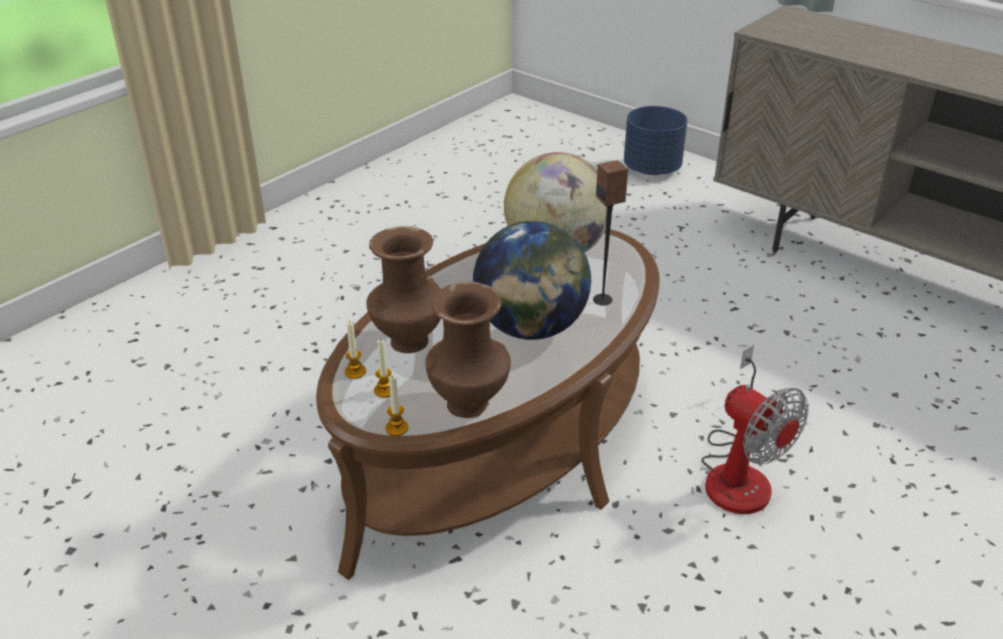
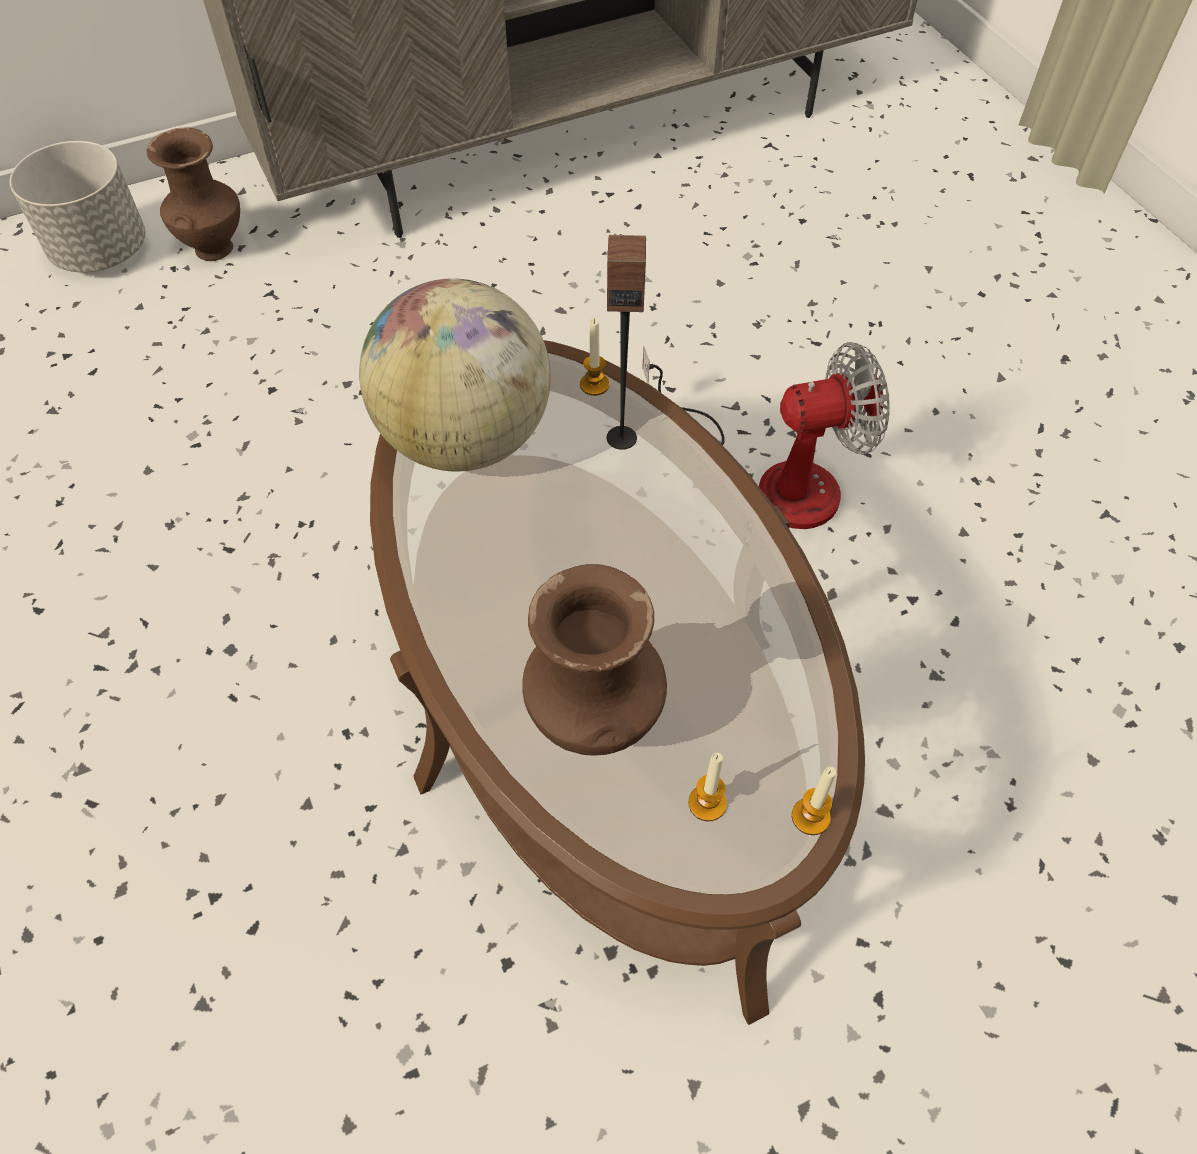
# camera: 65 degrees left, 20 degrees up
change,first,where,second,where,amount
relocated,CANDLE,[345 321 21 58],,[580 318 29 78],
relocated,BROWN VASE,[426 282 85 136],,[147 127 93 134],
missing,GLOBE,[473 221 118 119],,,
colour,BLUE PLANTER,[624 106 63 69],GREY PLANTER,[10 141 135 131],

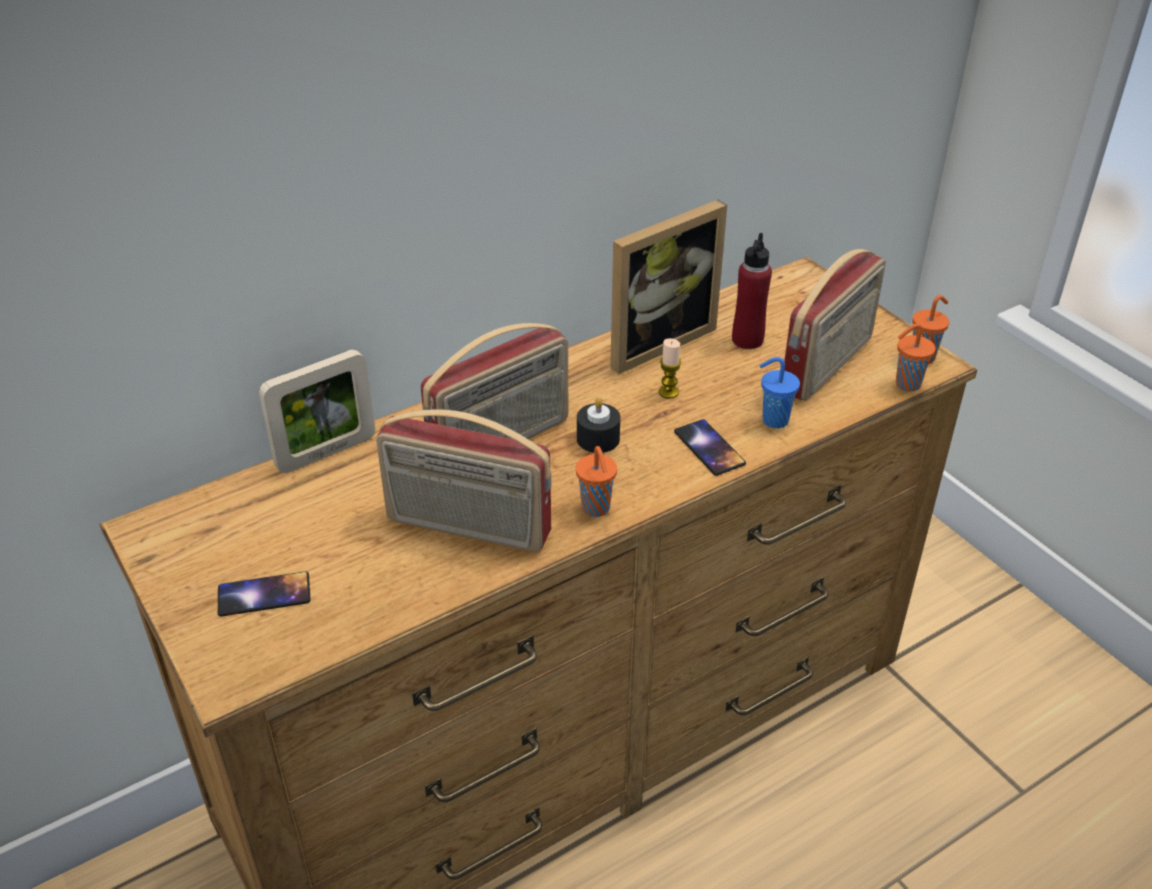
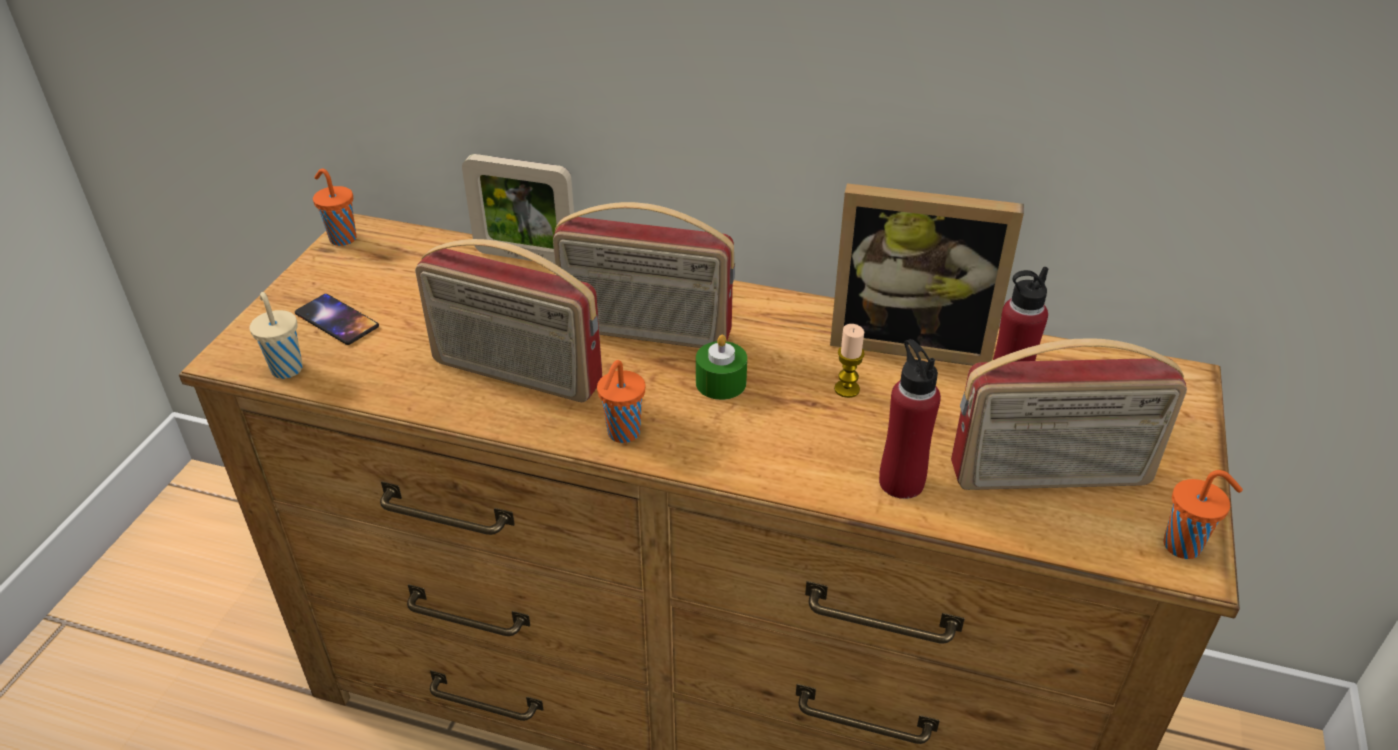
# camera: 50 degrees right, 0 degrees up
change,first,where,second,where,amount
spun,RADIO,[376 409 175 143],,[415 239 187 163],45 degrees counterclockwise
colour,BLACK CANDLE,[577 397 43 56],GREEN CANDLE,[696 335 51 65],
missing,PHONE,[674 419 72 57],,,
exchanged,BLUE CUP,[760 357 40 71],RED BOTTLE,[879 339 62 160],
relocated,ORANGE CUP,[896 323 39 69],,[313 169 43 77],
appeared,,,BEIGE CUP,[250 292 53 87],

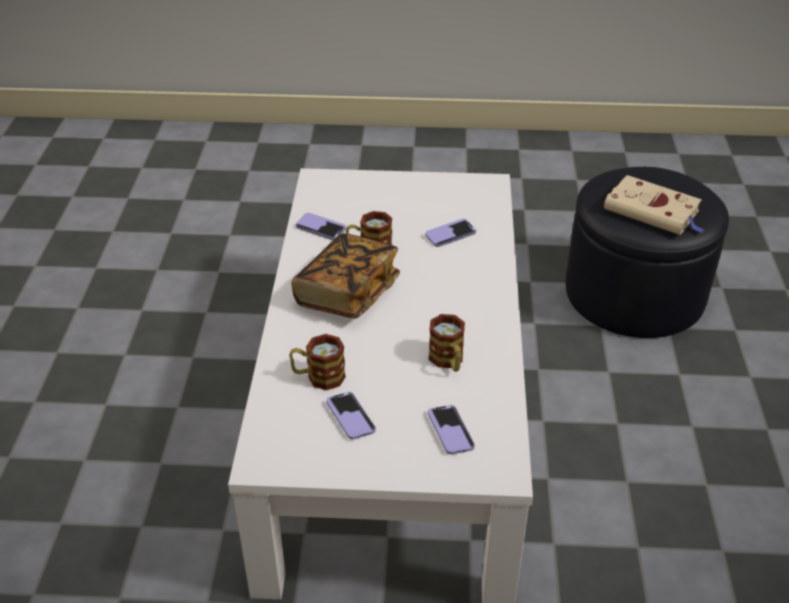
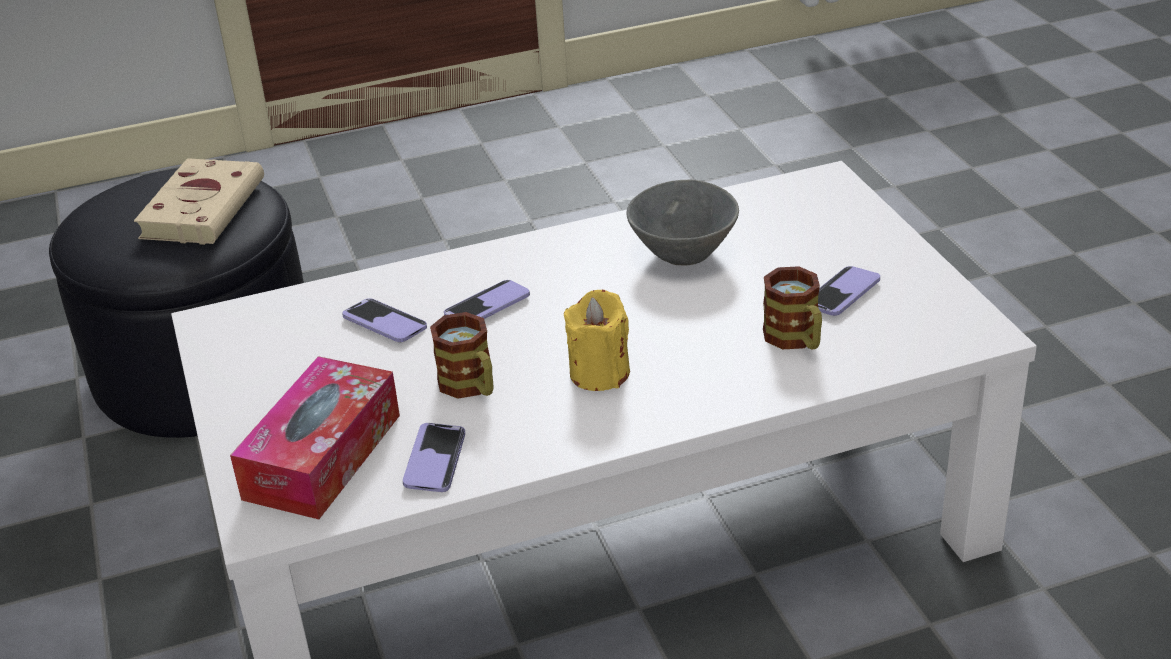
# camera: 110 degrees left, 5 degrees down
change,first,where,second,where,amount
exchanged,BOOK,[291 233 109 86],YELLOW CANDLE,[564 290 66 101],
relocated,PHONE,[428 405 47 49],,[444 280 86 39],
exchanged,MUG,[429 314 36 57],GREY BOWL,[627 180 112 86],
appeared,,,TISSUE BOX,[230 356 170 163],

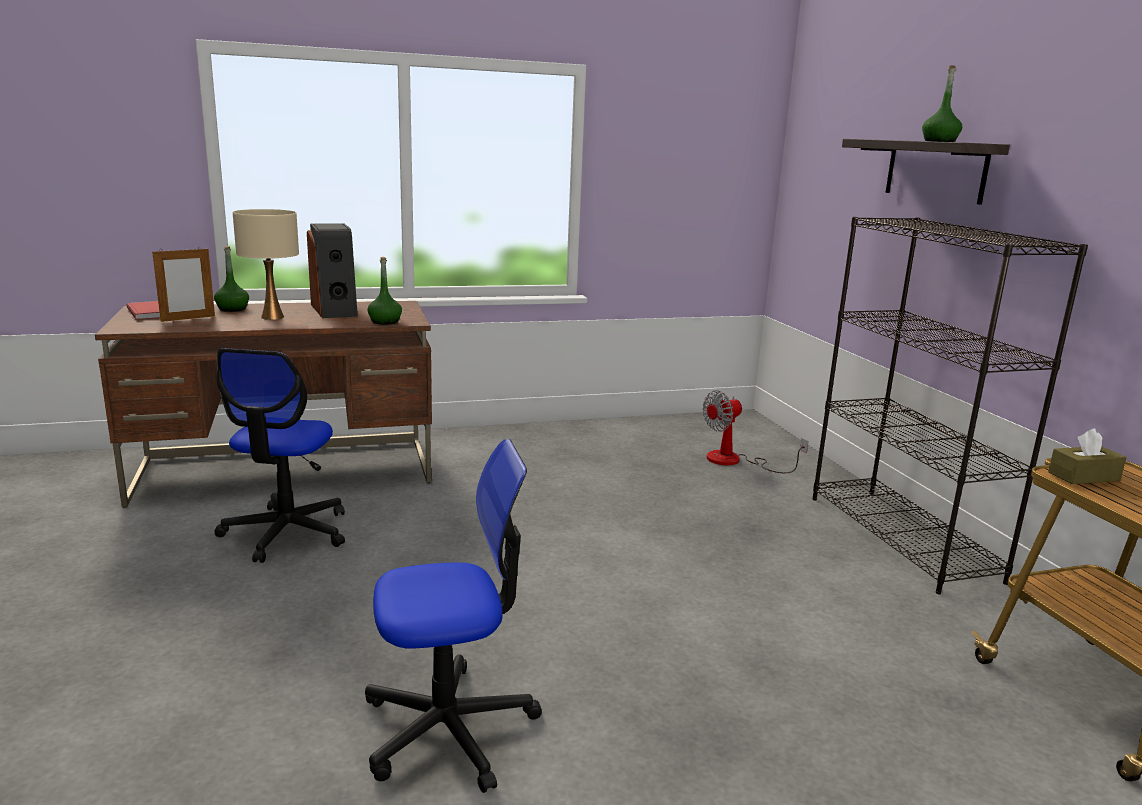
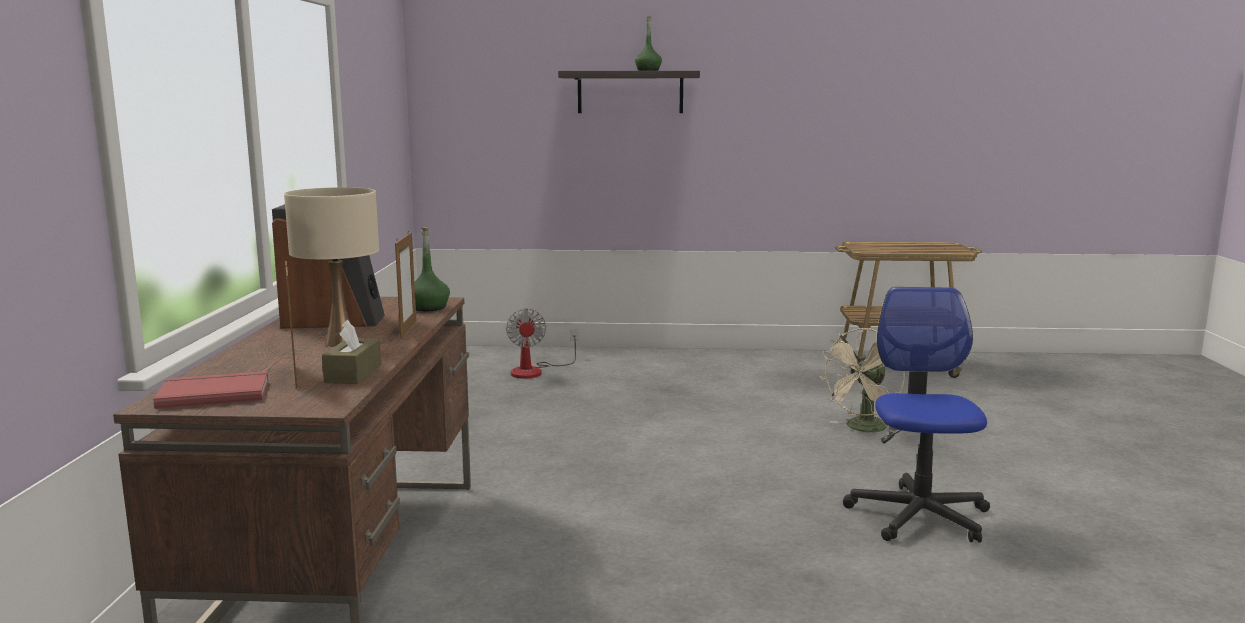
# camera: 70 degrees left, 5 degrees down
change,first,where,second,where,amount
missing,GREEN BOTTLE,[214 246 35 66],,,
missing,OFFICE CHAIR,[214 348 131 215],,,
missing,BLACK BOOKCASE,[812 217 276 377],,,
relocated,BROWN TISSUE BOX,[1048 429 78 55],,[322 320 59 64],
appeared,,,PICTURE FRAME,[395 231 21 107],
appeared,,,BEIGE FAN,[819 328 86 108],

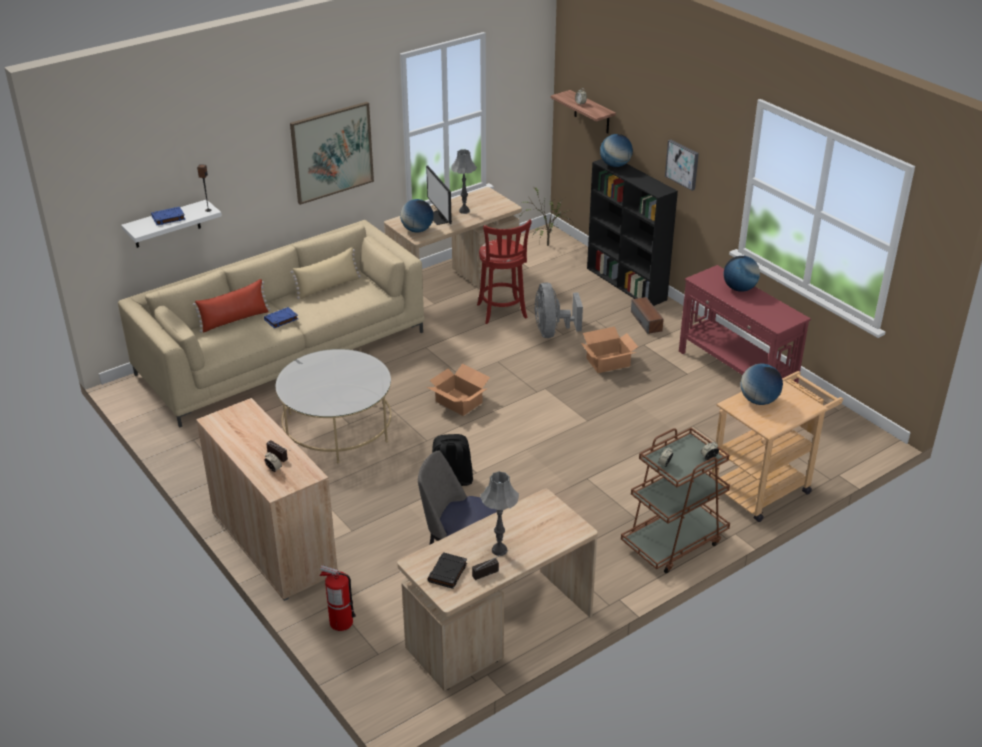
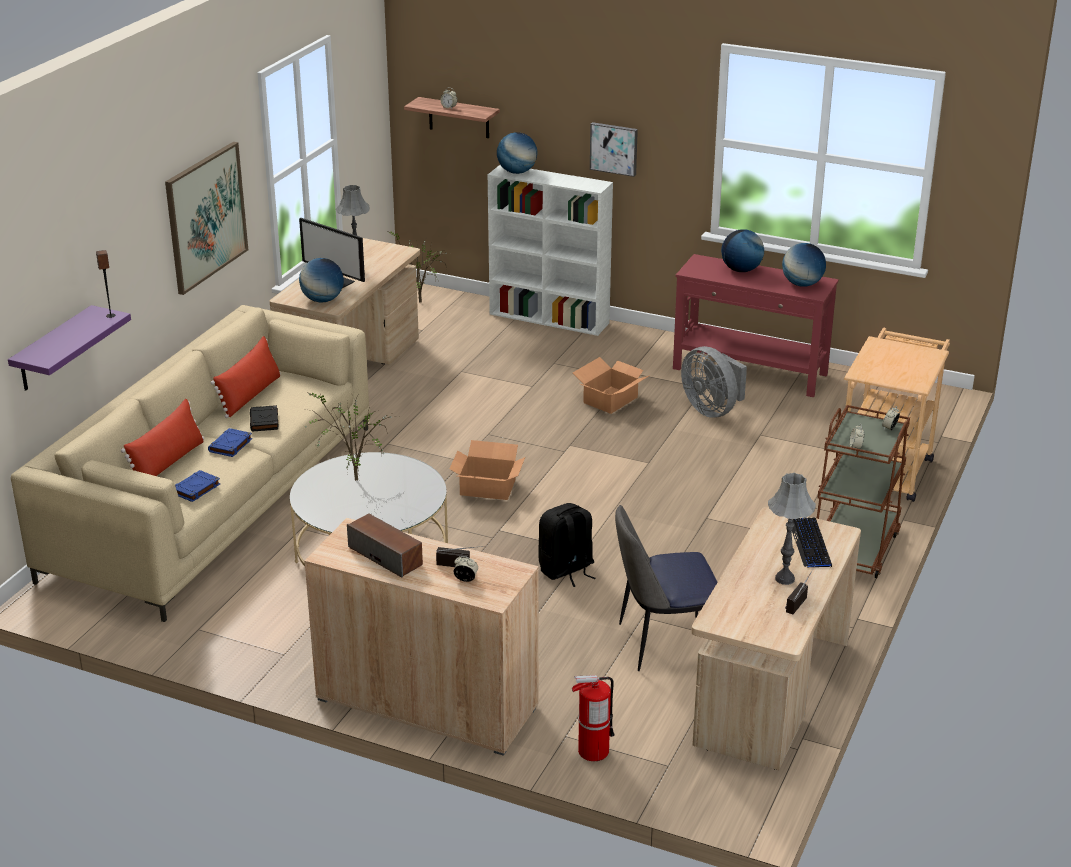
# camera: 30 degrees left, 5 degrees down
change,first,where,second,where,amount
colour,WHITE SHELF,[121 200 101 48],PURPLE SHELF,[8 305 123 86],
relocated,BLUE BOOK,[151 207 34 18],,[175 470 45 32],
colour,BEIGE PILLOW,[291 247 70 52],RED PILLOW,[211 336 69 82],
relocated,BLACK BOOK,[427 552 40 37],,[250 405 29 27],
missing,RED STOOL,[477 220 55 104],,,
relocated,GREY FAN,[535 282 48 56],,[681 346 66 72],
colour,BLACK BOOKCASE,[587 159 91 147],WHITE BOOKCASE,[488 165 125 171],
relocated,SPEAKER,[631 297 33 37],,[347 513 76 64],
relocated,GLOBE,[740 364 43 41],,[782 243 44 44],
appeared,,,POTTED PLANT,[305 392 89 89],
appeared,,,KEYBOARD,[792 517 40 50],

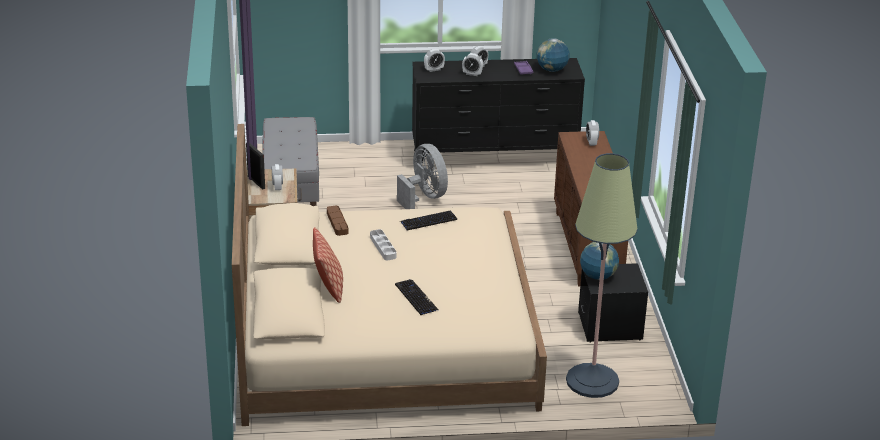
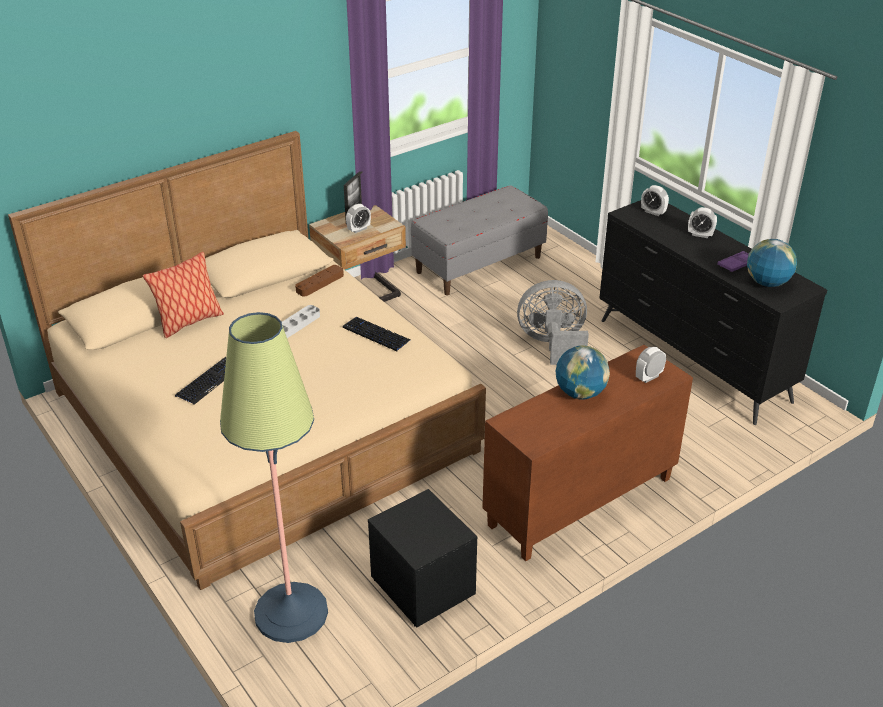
# camera: 60 degrees right, 5 degrees up
change,first,where,second,where,amount
spun,GREY FAN,[397 144 51 65],,[517 280 72 85],120 degrees counterclockwise
missing,ALARM CLOCK,[462 53 21 23],,,
relocated,GLOBE,[580 242 39 38],,[556 345 54 55],

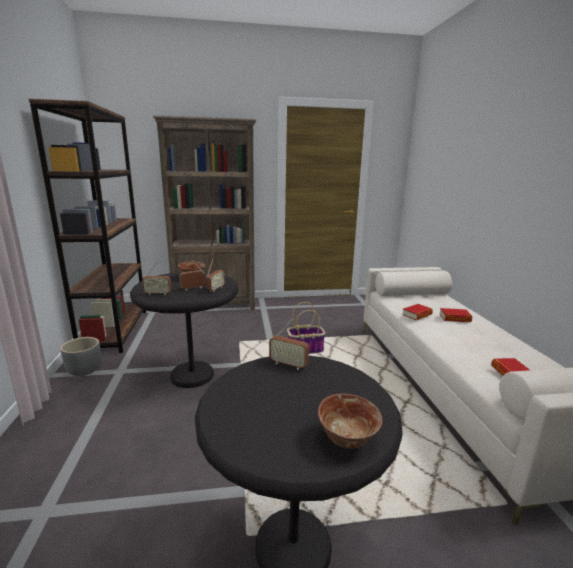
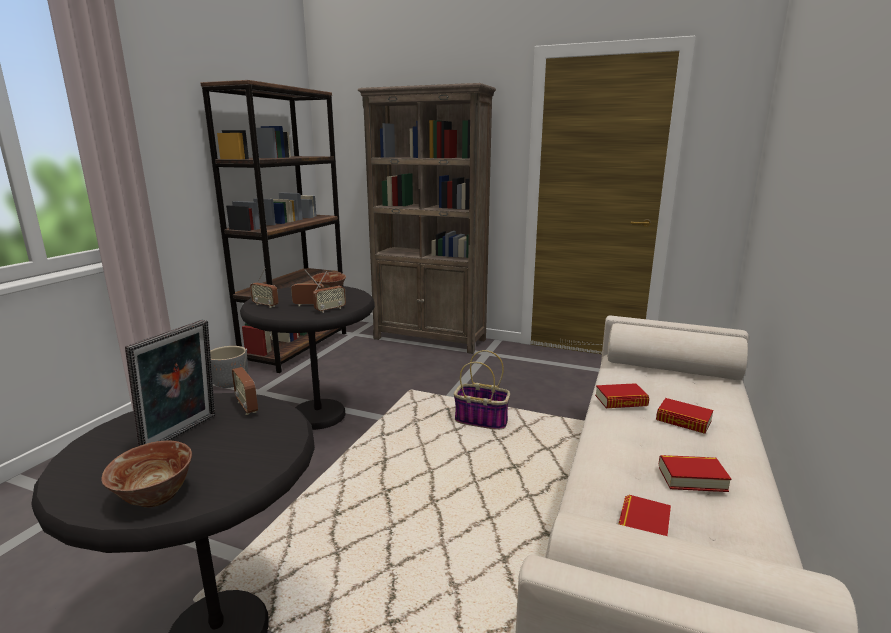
# camera: 30 degrees right, 0 degrees up
change,first,where,second,where,amount
appeared,,,PICTURE FRAME,[125 320 90 126],
appeared,,,BOOK,[659 455 72 37],

